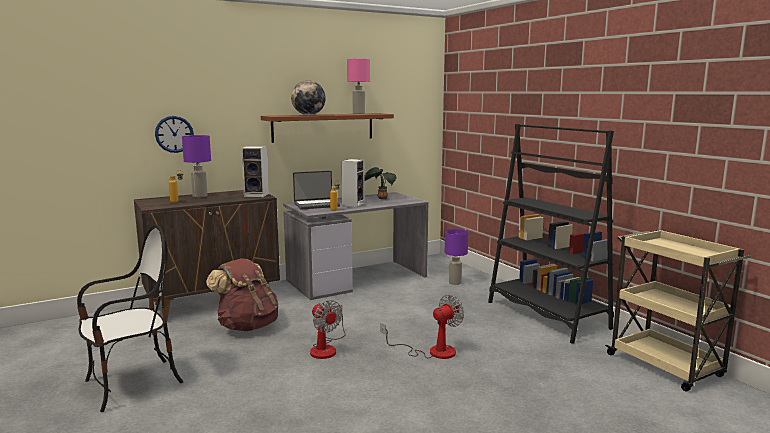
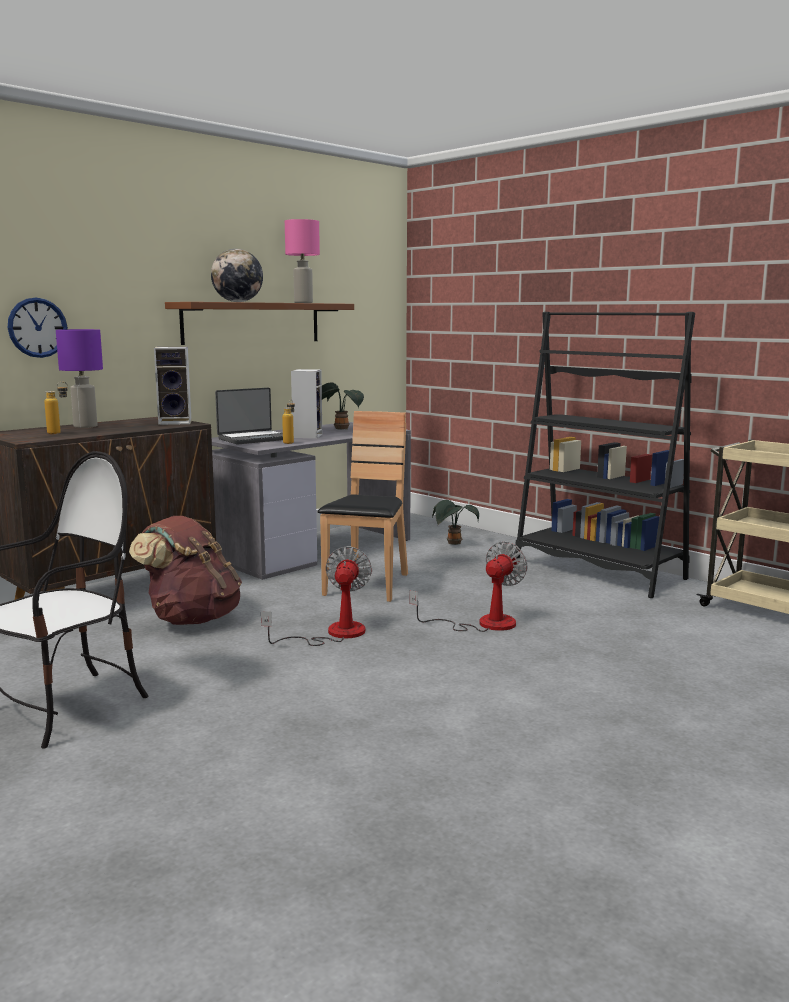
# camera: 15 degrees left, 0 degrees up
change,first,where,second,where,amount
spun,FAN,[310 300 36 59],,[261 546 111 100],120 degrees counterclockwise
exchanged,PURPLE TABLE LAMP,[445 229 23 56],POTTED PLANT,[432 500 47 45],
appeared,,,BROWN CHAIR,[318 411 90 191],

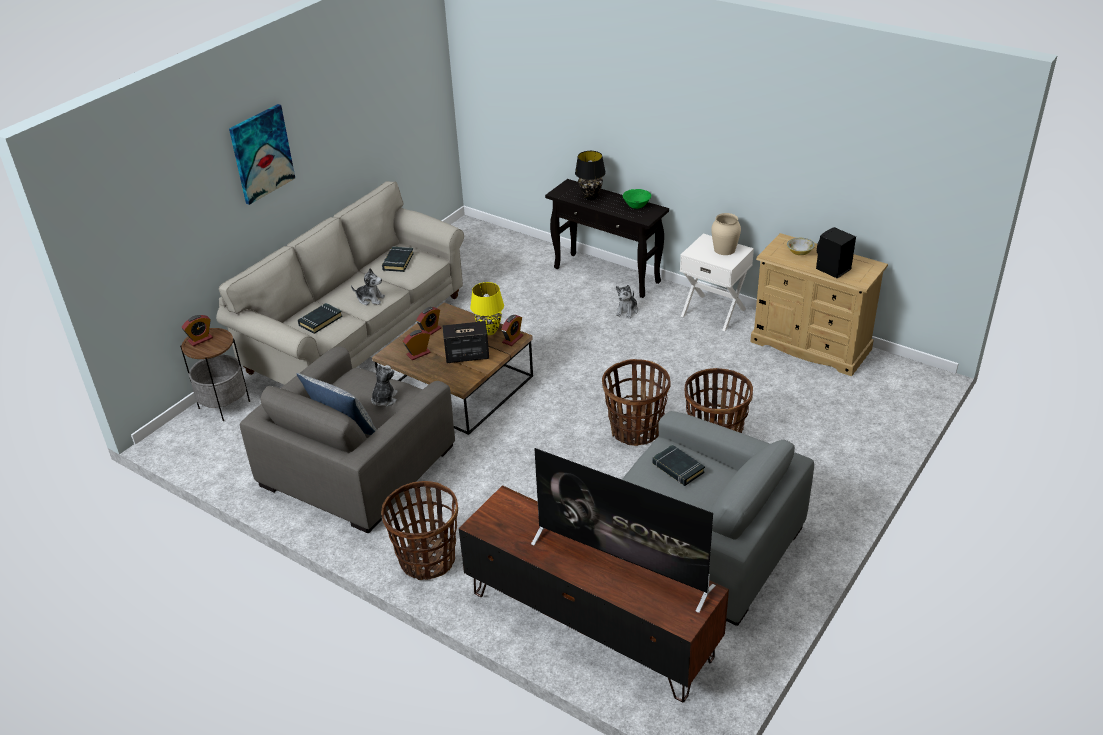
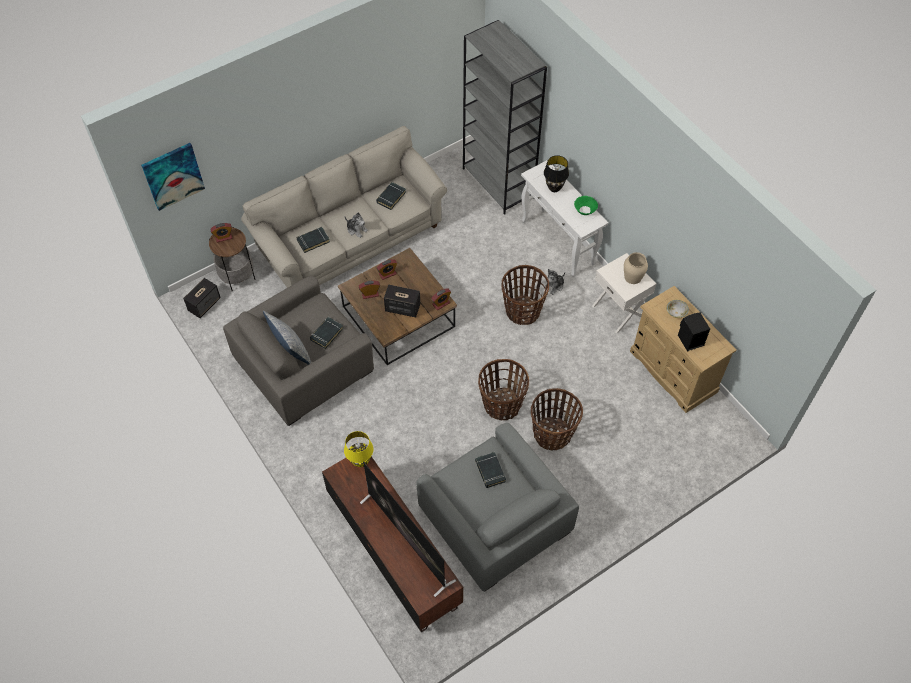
# camera: 20 degrees right, 20 degrees up
change,first,where,second,where,amount
relocated,PICTURE,[229 104 66 101],,[141 143 64 68],
exchanged,PLUSH TOY,[371 364 27 43],BLACK BOOK,[310 317 33 32],
relocated,BASKET,[381 481 77 99],,[501 265 48 60],
relocated,YELLOW TABLE LAMP,[470 282 34 53],,[344 431 30 36],
colour,BLACK CONSOLE TABLE,[545 179 124 119],WHITE CONSOLE TABLE,[521 160 87 117],
appeared,,,SPEAKER,[183 278 38 40],
appeared,,,GREY BOOKCASE,[463 20 84 195],

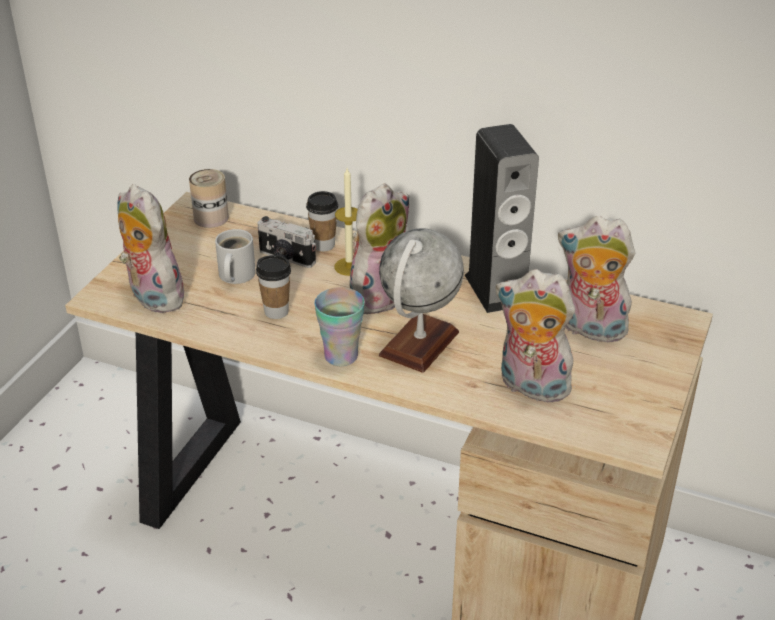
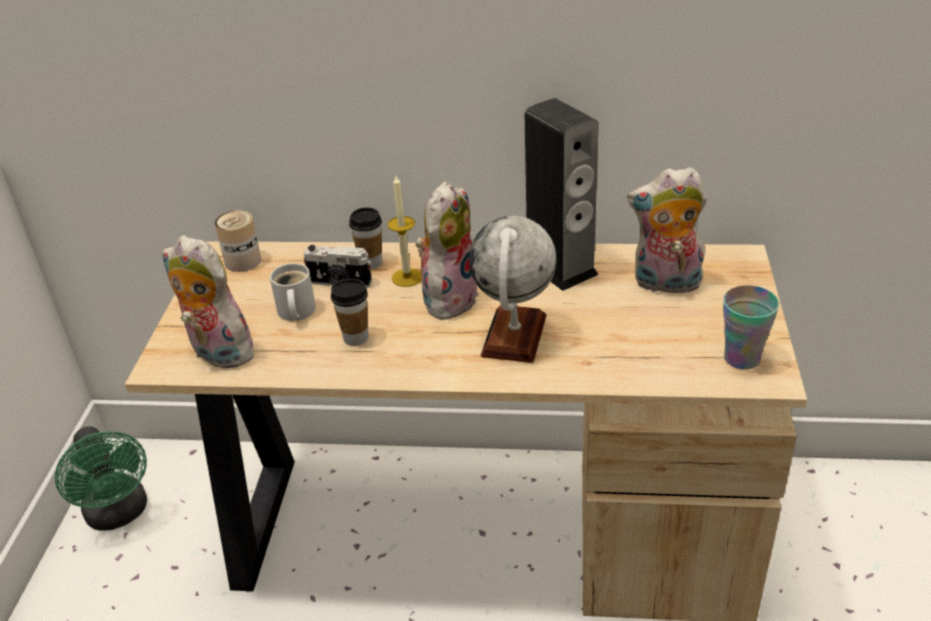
# camera: 15 degrees left, 0 degrees up
change,first,where,second,where,amount
relocated,CUP,[314 287 51 79],,[723 285 56 85],
missing,PLUSH TOY,[496 269 81 136],,,
appeared,,,GREEN FAN,[55 426 92 105],

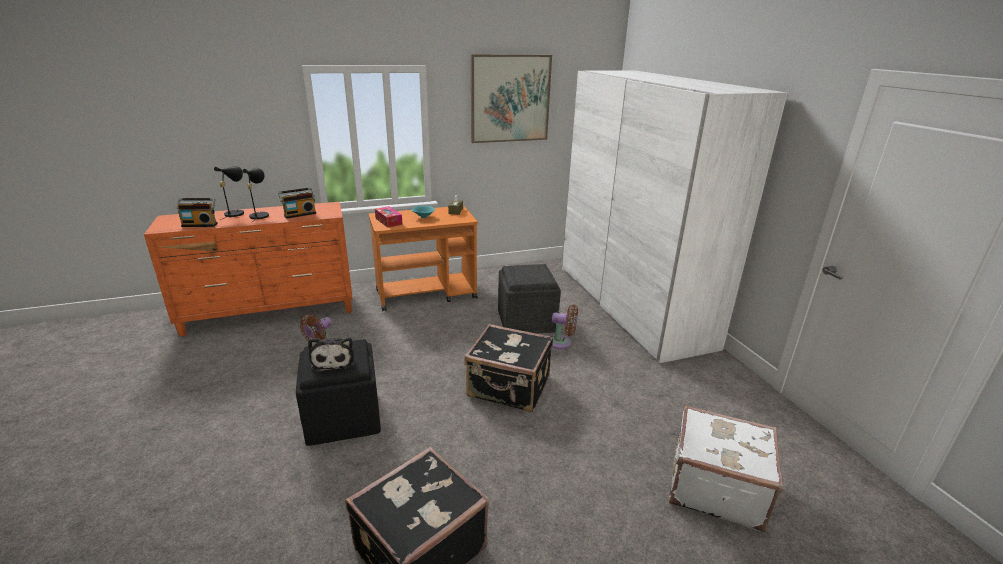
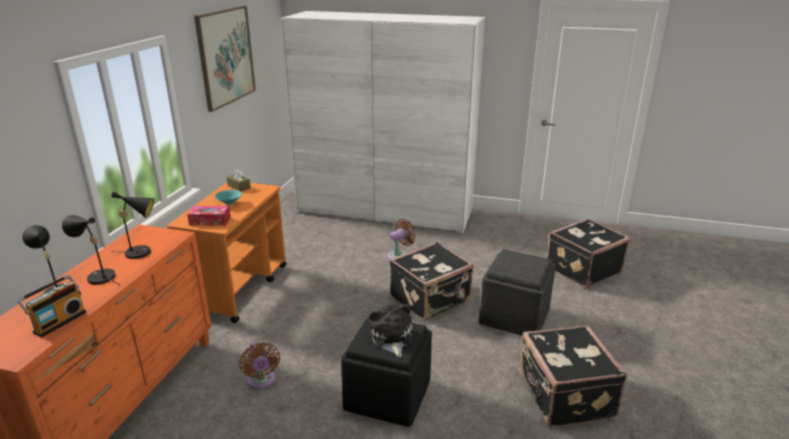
# camera: 55 degrees left, 0 degrees up
change,first,where,second,where,amount
exchanged,RADIO,[278 187 38 32],BLACK TABLE LAMP,[111 192 43 67],
spun,PLUSH TOY,[308 337 47 36],,[370 304 43 53],120 degrees counterclockwise
relocated,GREY OTTOMAN,[498 264 63 70],,[479 249 77 87],
colour,WHITE SUITCASE,[669 405 114 127],BLACK SUITCASE,[547 218 83 70],

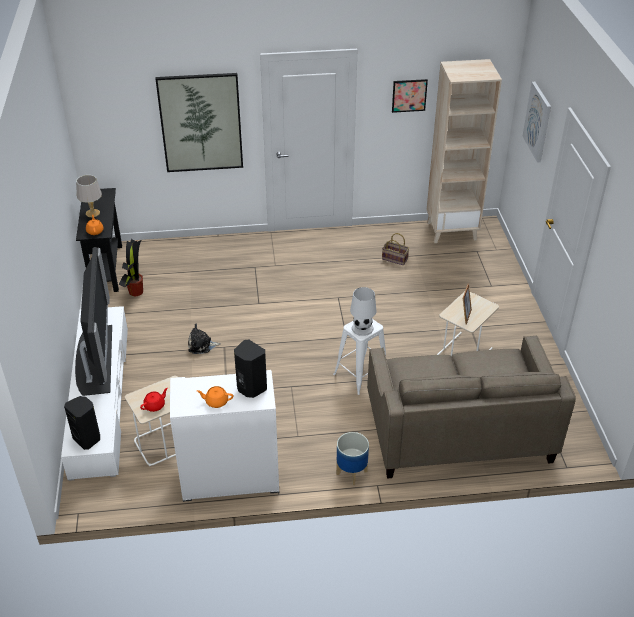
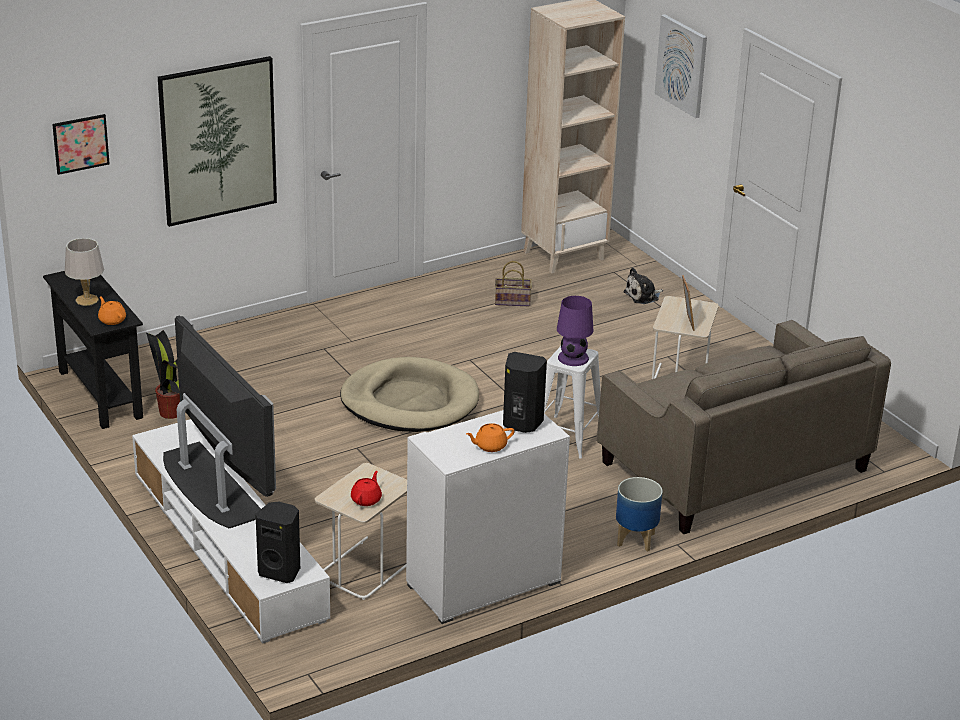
# camera: 25 degrees left, 10 degrees down
change,first,where,second,where,amount
relocated,PLUSH TOY,[188 324 33 30],,[623 268 40 36],
colour,WHITE TABLE LAMP,[350 287 26 49],PURPLE TABLE LAMP,[557 296 36 70],
relocated,PICTURE,[392 79 36 34],,[52 114 58 61],
appeared,,,BEIGE DOG BED,[340 357 139 75],

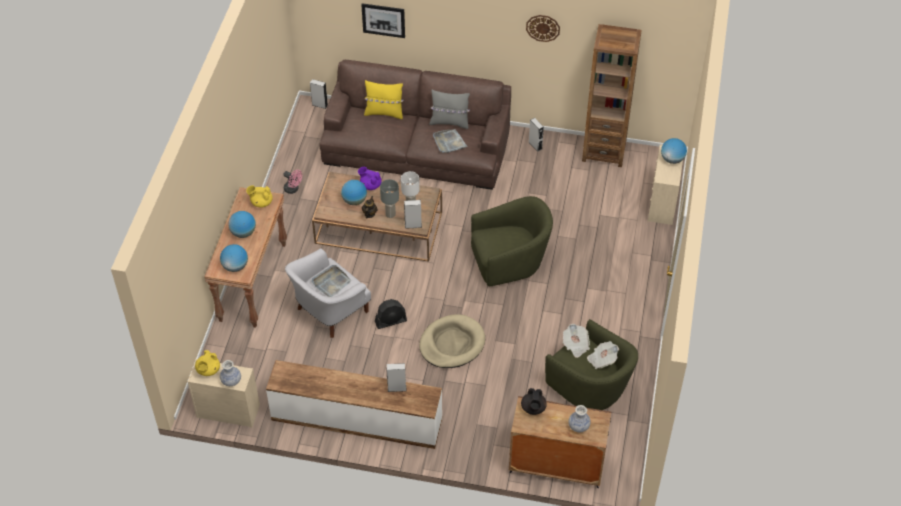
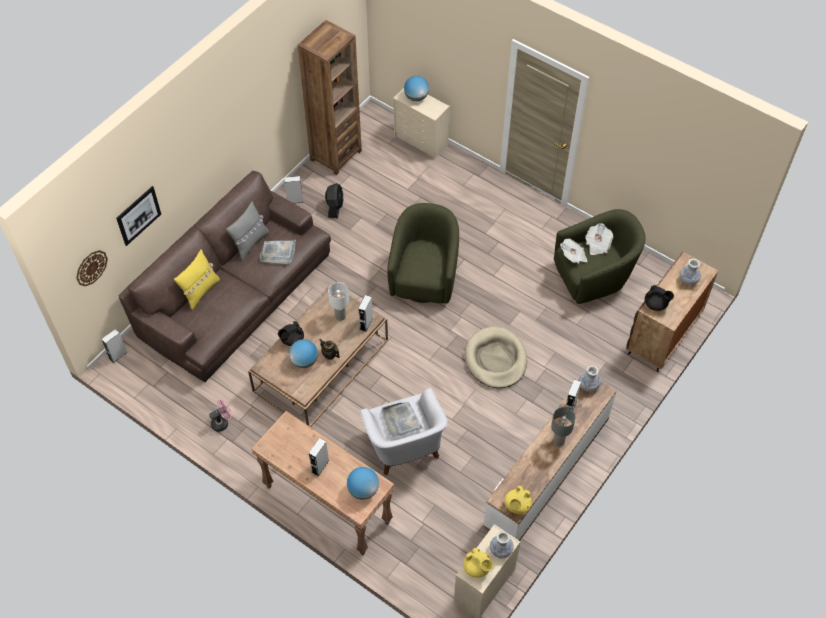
# camera: 65 degrees left, 5 degrees up
change,first,where,second,where,amount
exchanged,GLOBE,[228 211 28 27],GREY SPEAKER,[309 438 20 39],
relocated,YELLOW TEAPOT,[246 186 27 22],,[505 486 27 28],
colour,PURPLE TEAPOT,[358 167 24 23],BLACK TEAPOT,[278 321 26 25],
relocated,BLACK FAN,[375 299 32 30],,[325 183 18 35],
relocated,GREY TABLE LAMP,[380 179 19 39],,[551 407 25 39],
relocated,WALL CLOCK,[526 15 34 27],,[76 250 32 36],
appeared,,,VASE,[579 365 22 27],

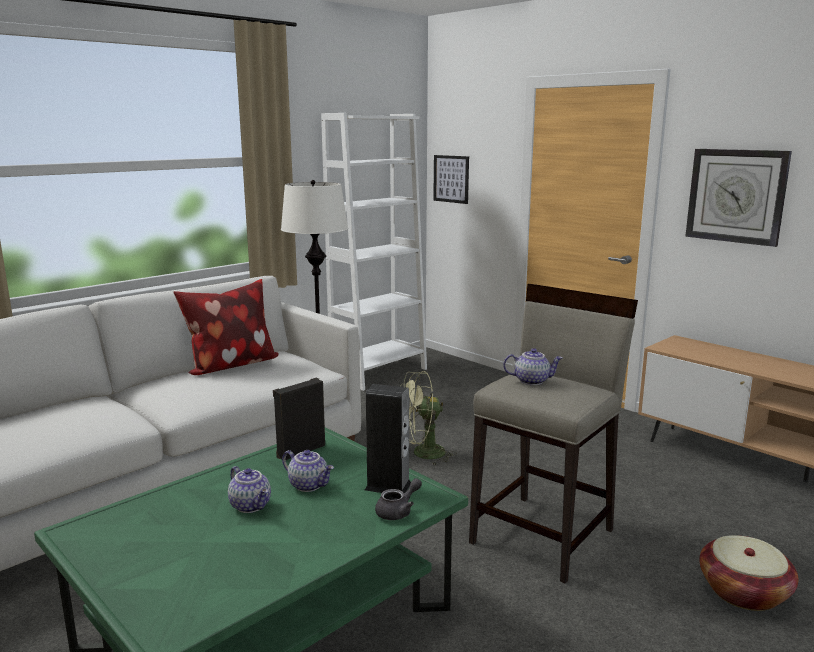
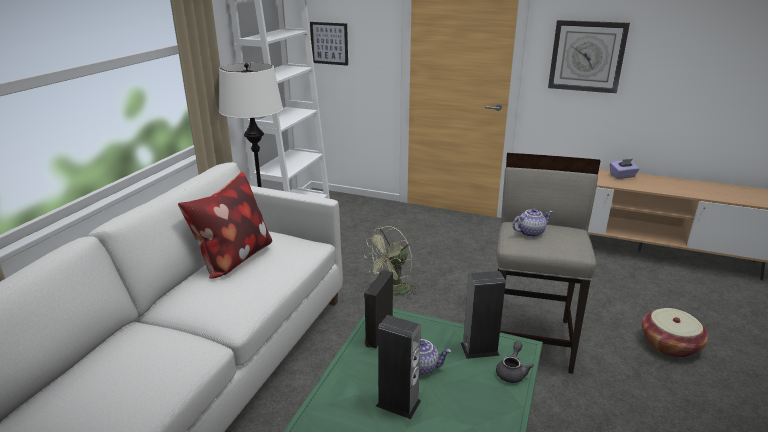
# camera: 25 degrees left, 10 degrees up
change,first,where,second,where,amount
exchanged,TEAPOT,[228 466 43 47],SPEAKER,[376 315 45 104],
appeared,,,PURPLE TISSUE BOX,[610 159 30 20],

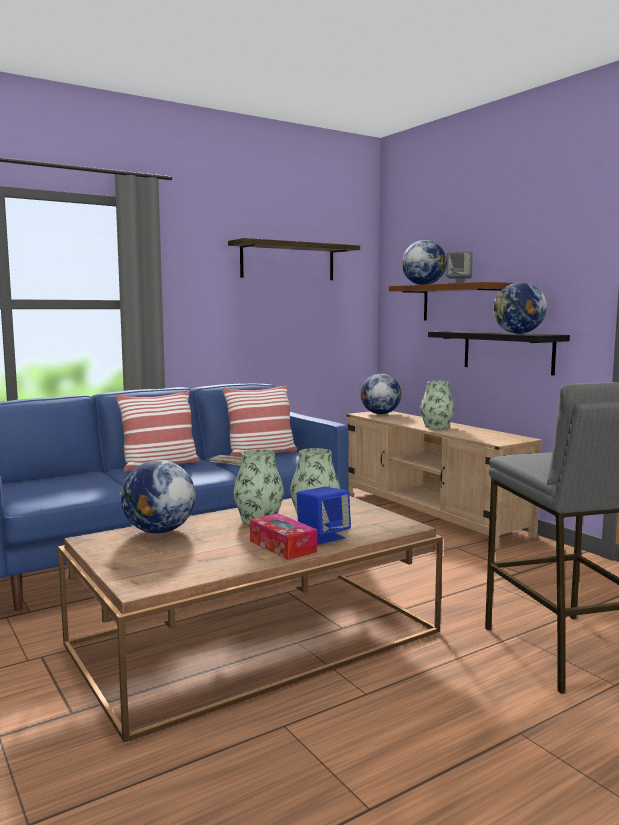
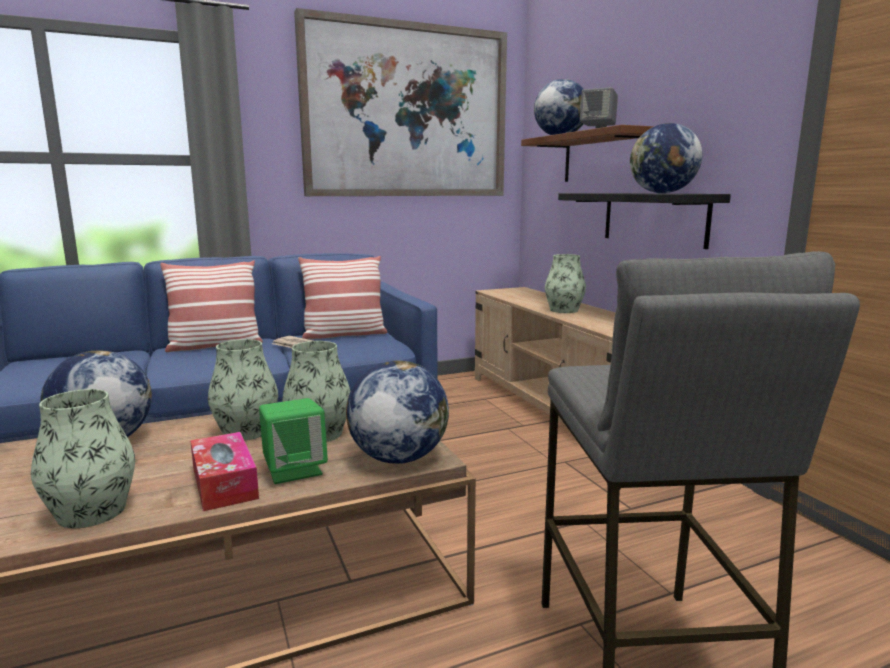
# camera: 10 degrees right, 5 degrees up
change,first,where,second,where,amount
exchanged,SHELF,[228 238 132 42],PICTURE,[294 8 213 188],
colour,BLUE SPEAKER,[297 487 54 58],GREEN SPEAKER,[259 398 69 86],
relocated,GLOBE,[361 374 40 40],,[346 360 103 104],
appeared,,,VASE,[31 389 104 139],

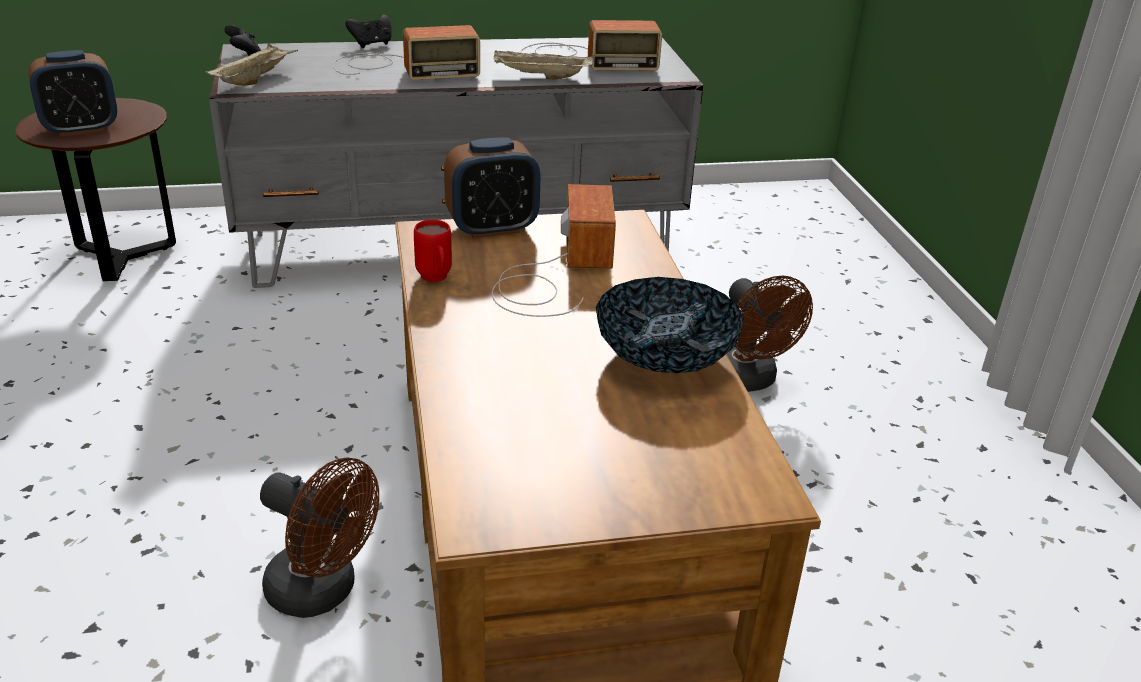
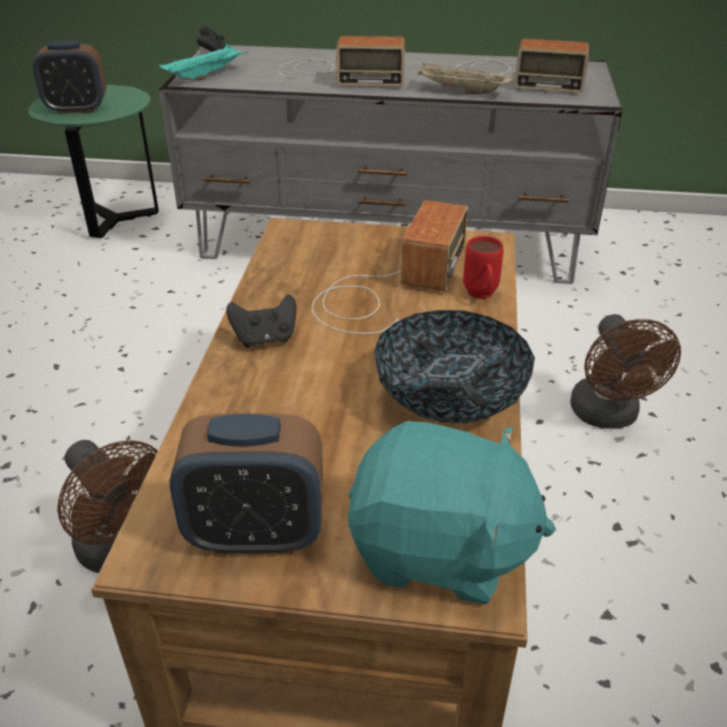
# camera: 20 degrees right, 5 degrees up
change,first,where,second,where,amount
colour,BROWN SIDE TABLE,[15 98 161 183],GREEN SIDE TABLE,[28 85 131 153],
colour,BEIGE TRAY,[206 43 92 43],TURQUOISE TRAY,[159 44 90 36],
relocated,BLACK GAME CONTROLLER,[345 15 47 33],,[226 294 70 53],
relocated,RED MUG,[414 220 38 62],,[463 236 41 63],
relocated,ALARM CLOCK,[444 138 96 100],,[169 413 154 140],
appeared,,,TURQUOISE PLUSH TOY,[348 421 208 183],

